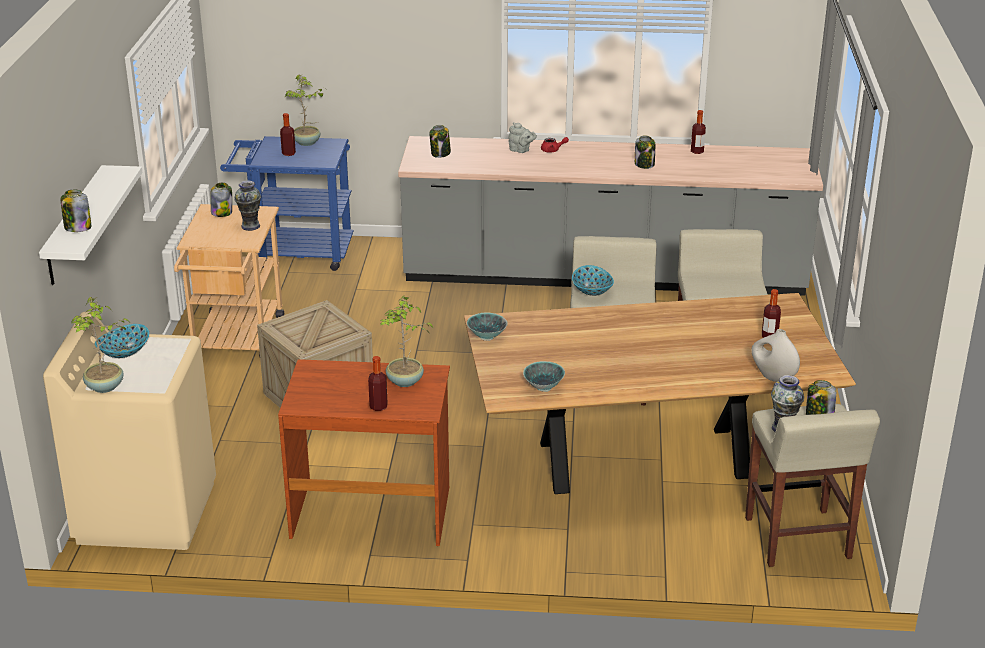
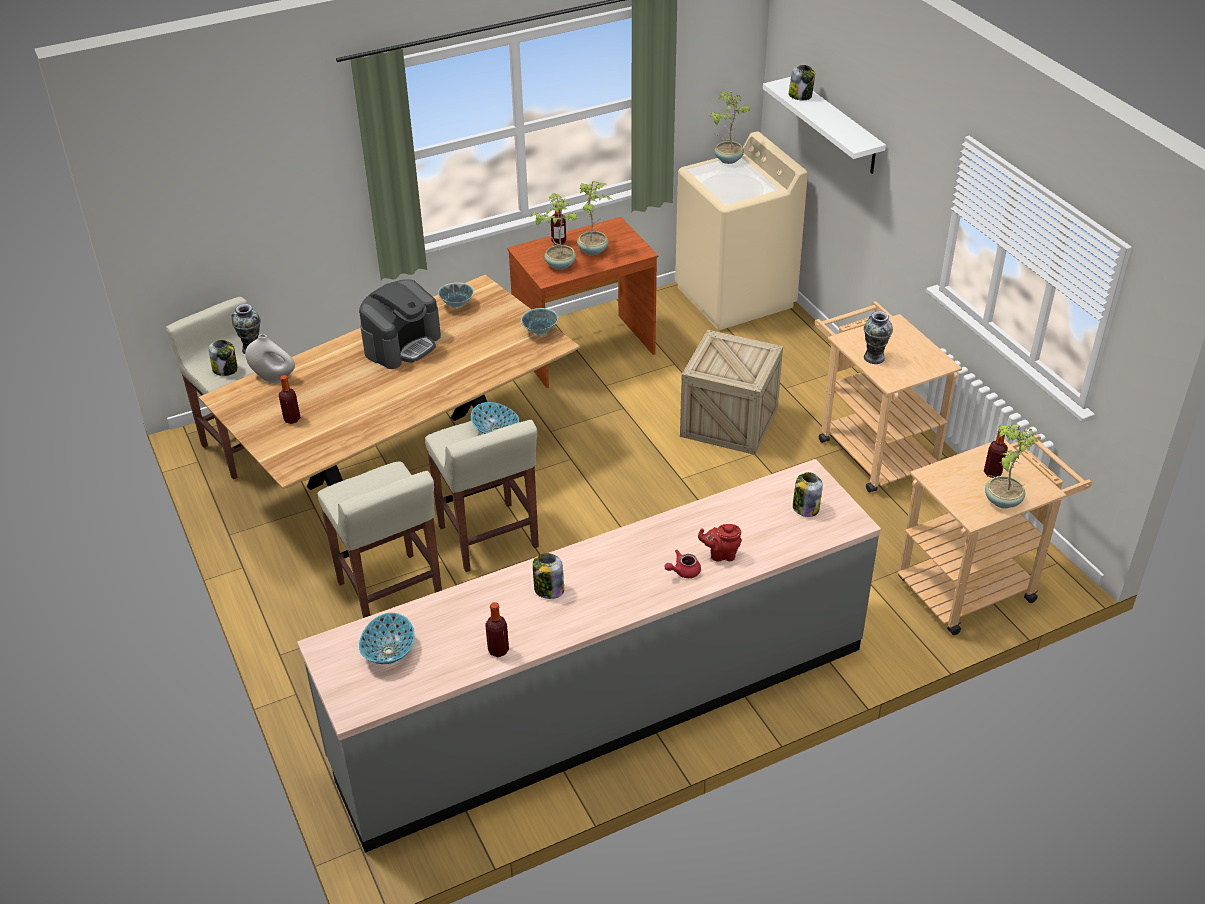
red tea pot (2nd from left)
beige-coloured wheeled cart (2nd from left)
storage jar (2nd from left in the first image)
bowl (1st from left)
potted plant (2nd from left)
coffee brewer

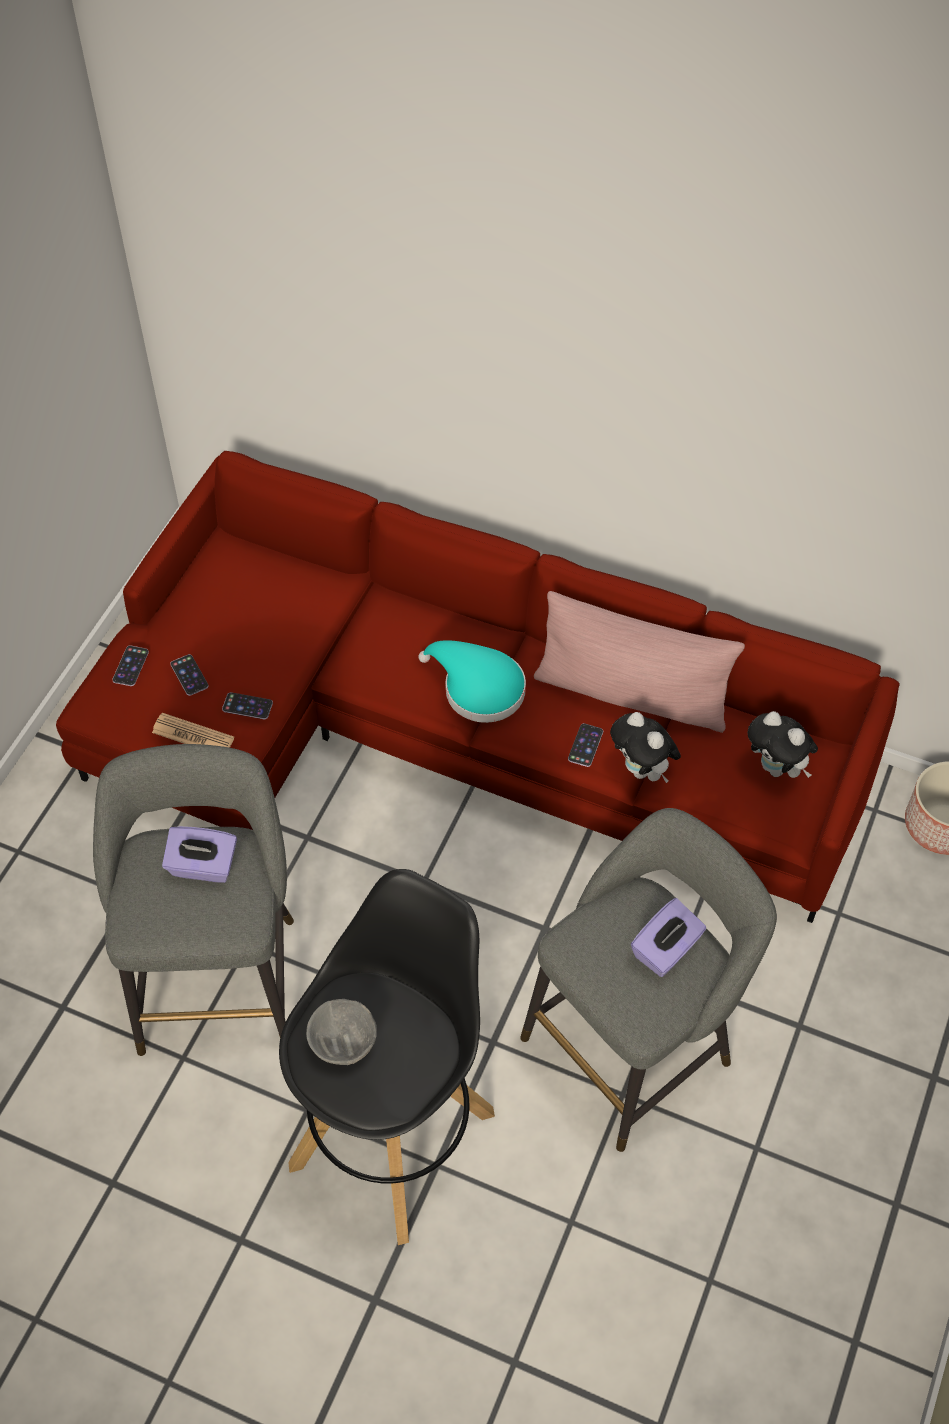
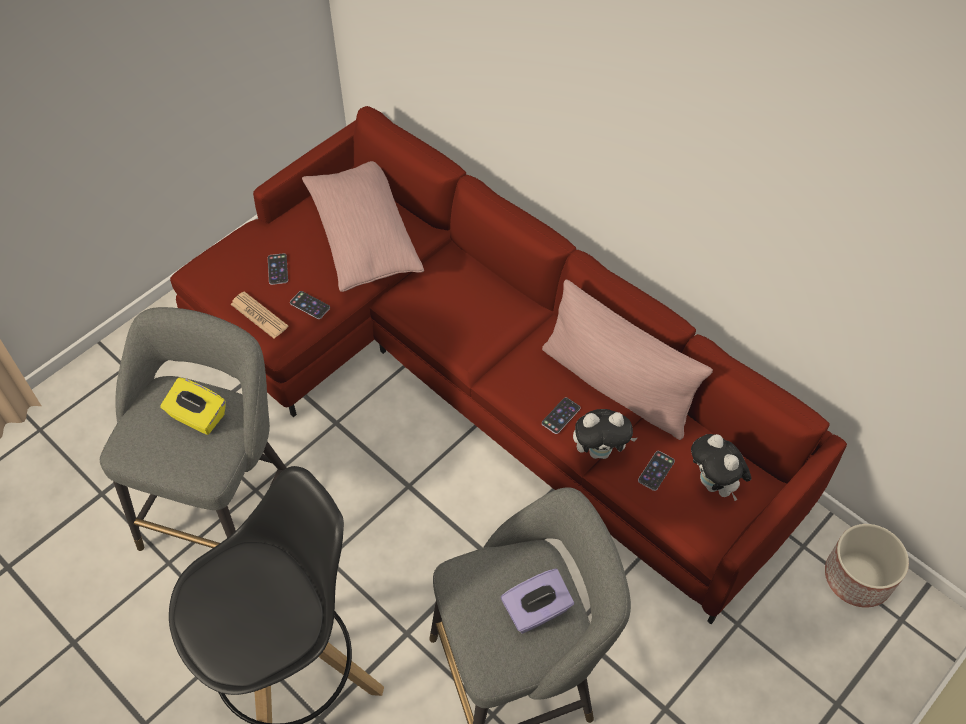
turquoise-coloured hat
handset (4th from left)
cuddly toy (1st from left)
yellowish tissue holder
greyish bowl
pink-coloured throw pillow (1st from left)

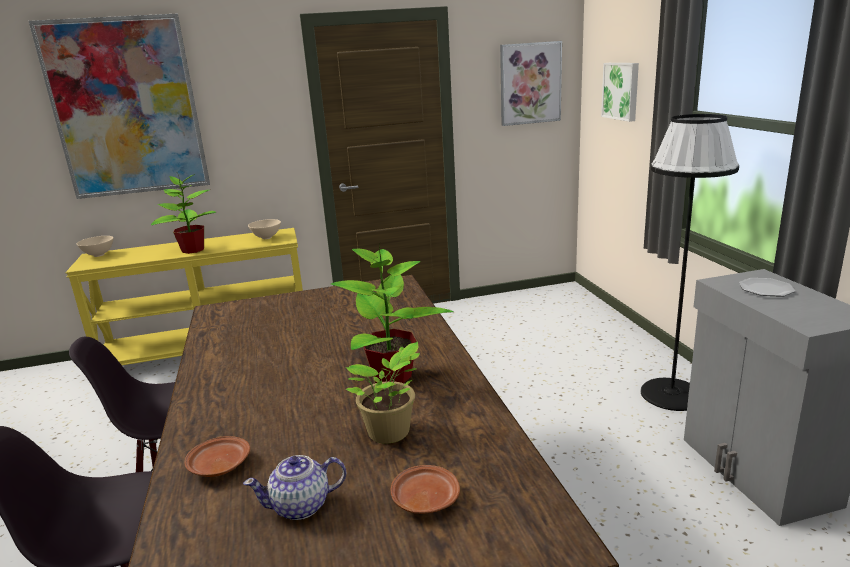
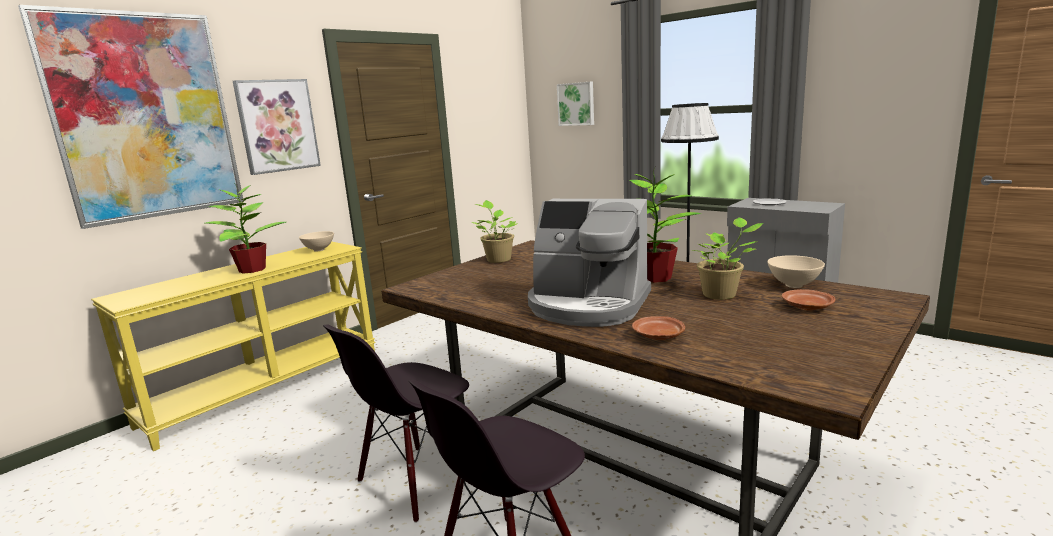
wall art (2nd from left)
beige-coloured bowl (2nd from left)
tea pot
coffee brewer
potted plant (2nd from left)

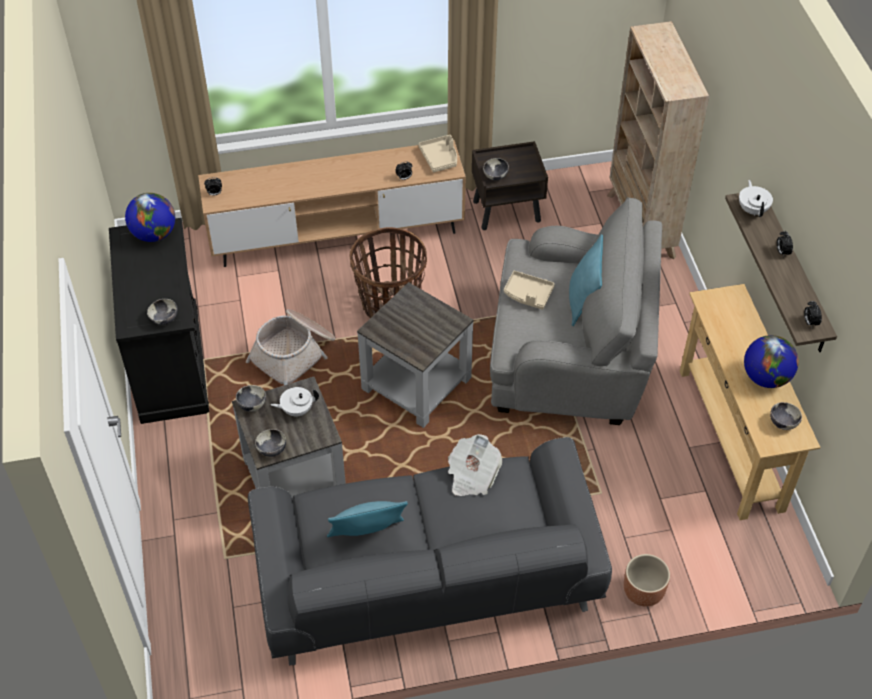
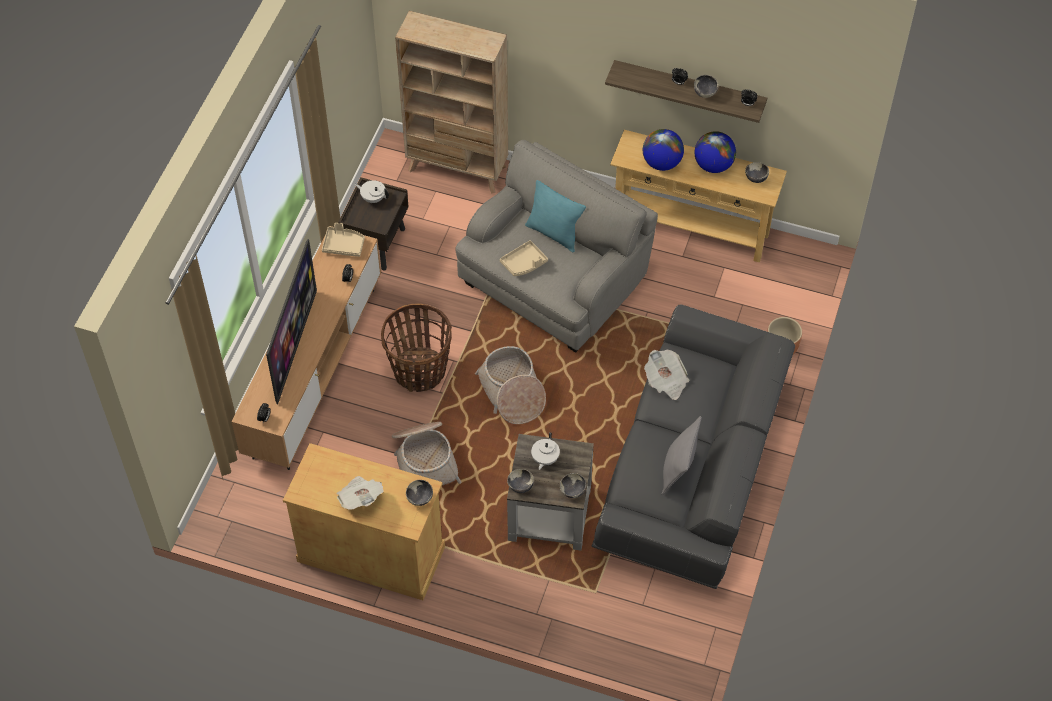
bowl (4th from left)
whitish tea pot (1st from left)
world globe (1st from left)
beige-coloured cupboard
storage basket (3rd from left)
greyish throw pillow
TV
daily paper (1st from left)

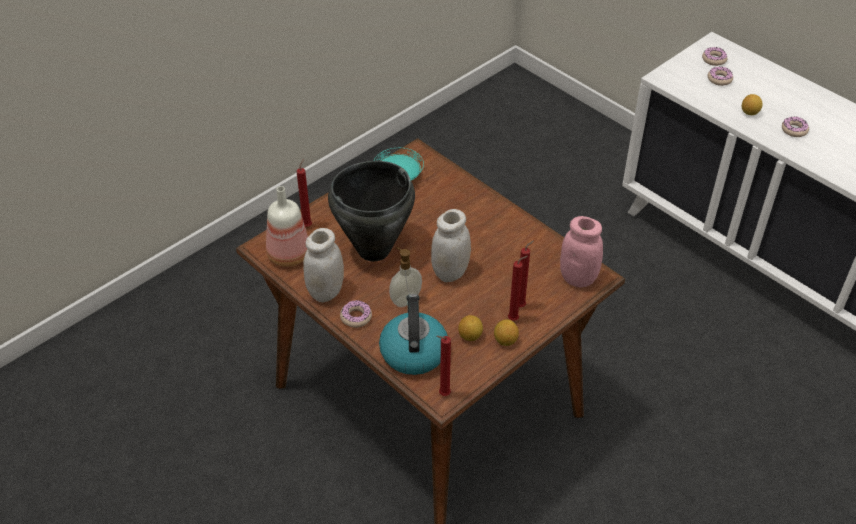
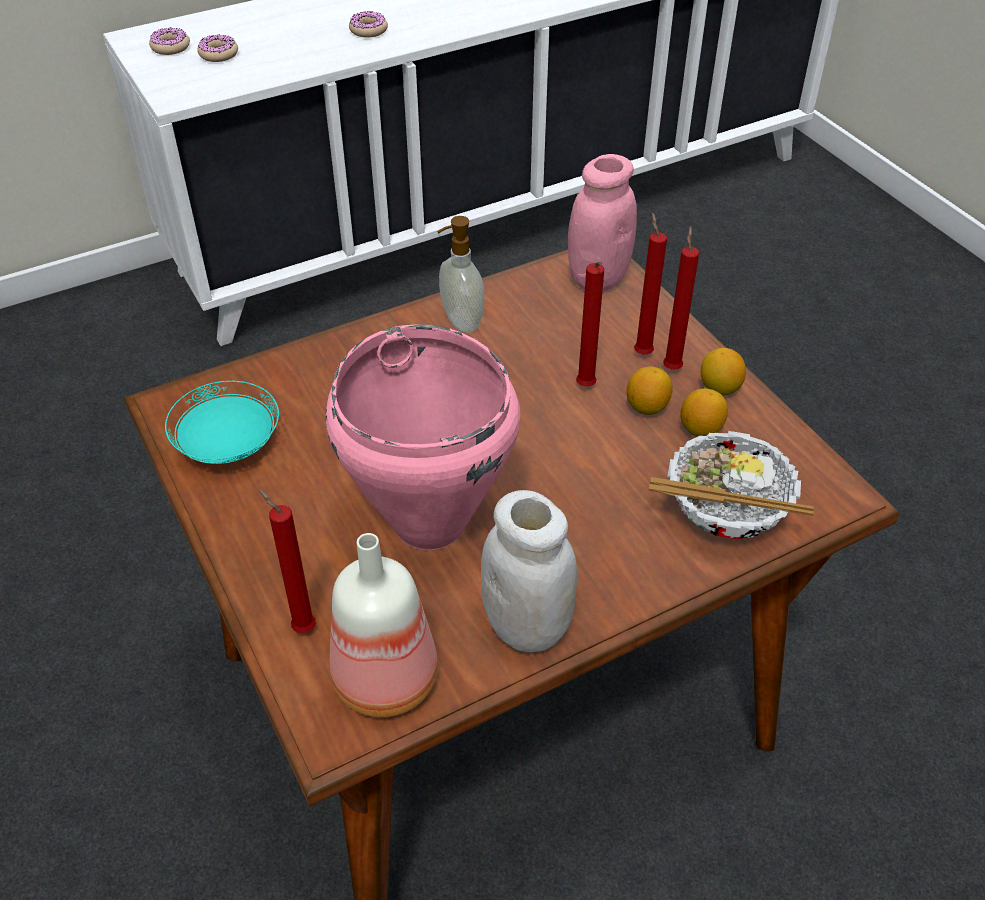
whole lemon (1st from left)
pink-coloured stockpot
whitish storage jar (2nd from left in the first image)
soap bottle
bowl
doughnut (1st from left in the first image)
red candle (2nd from left)

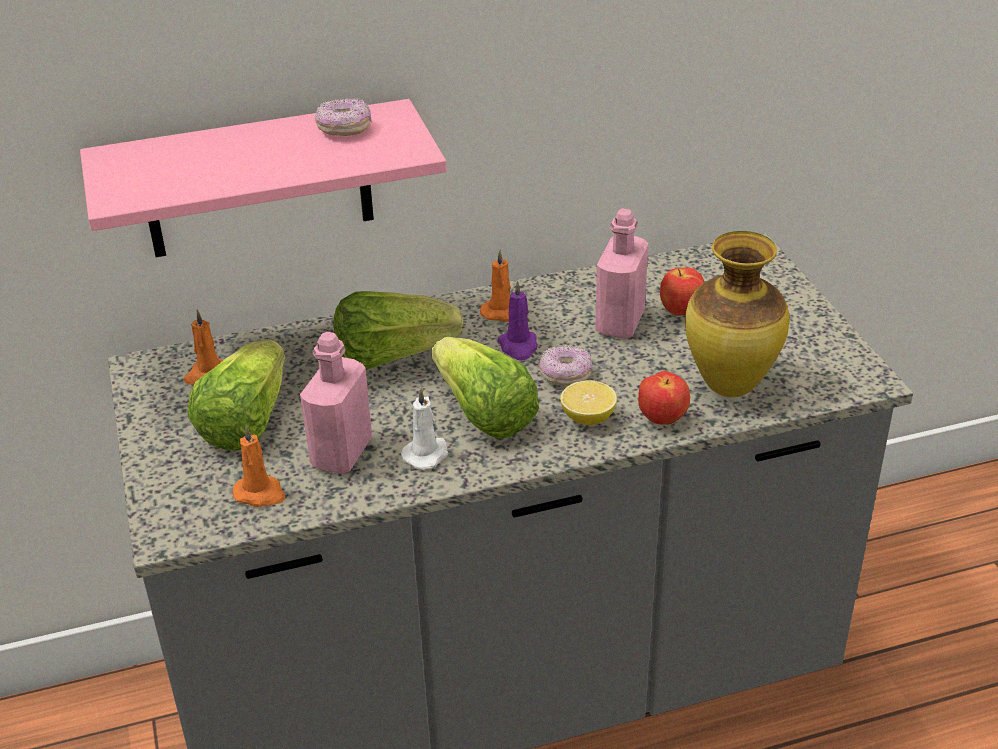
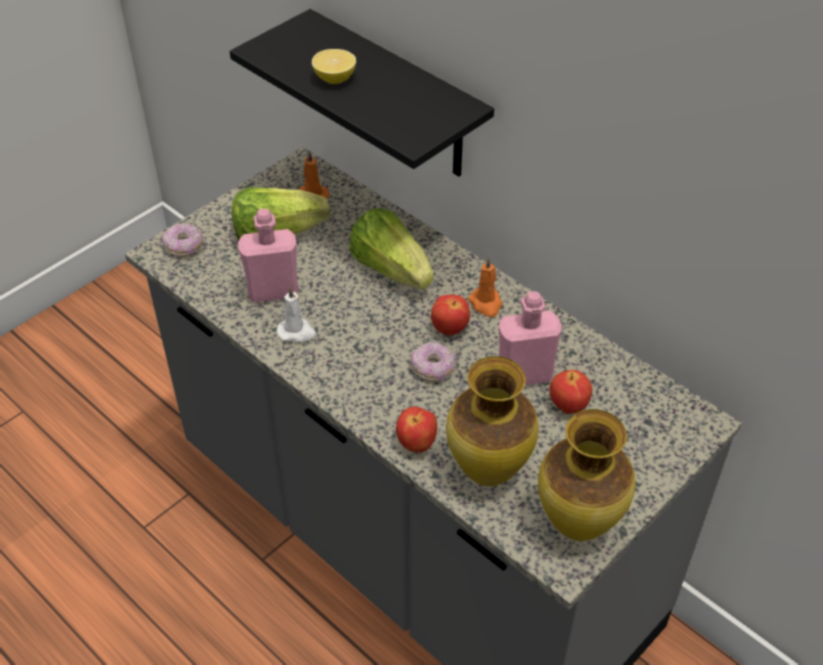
black-coloured wall shelf
doughnut (1st from left)
apple (2nd from left)
head of lettuce (3rd from left in the first image)
whole lemon
orange-coloured candle (2nd from left in the first image)
flower vase (2nd from left)

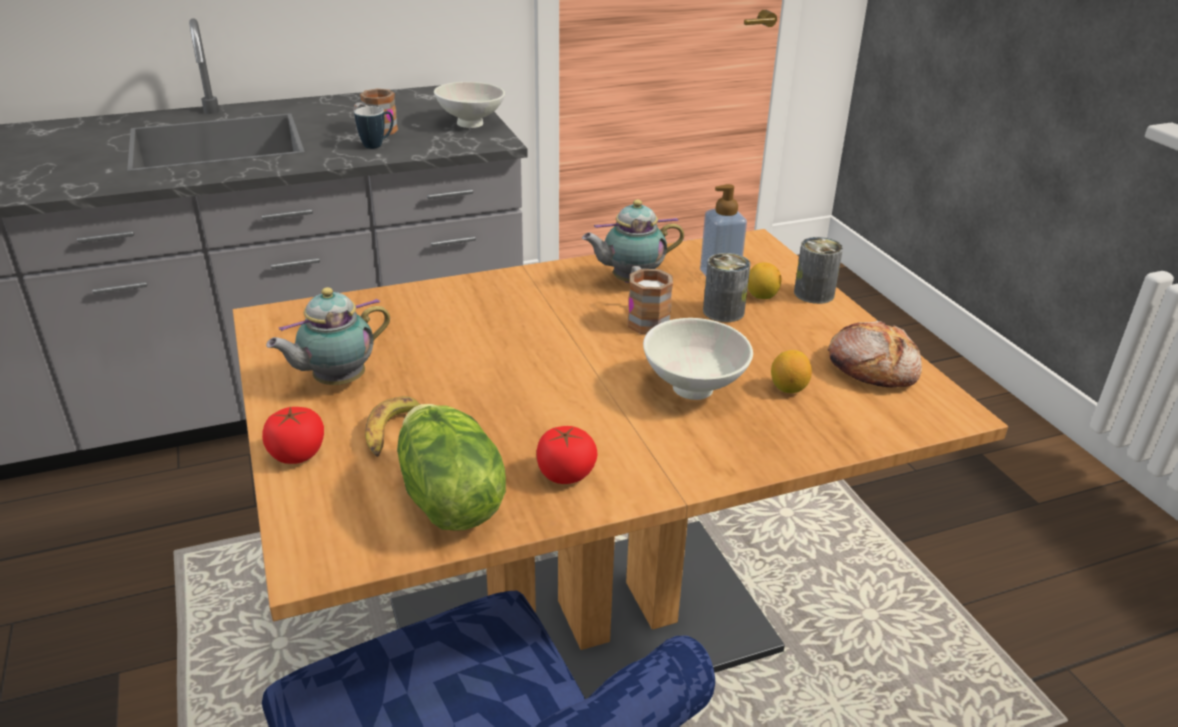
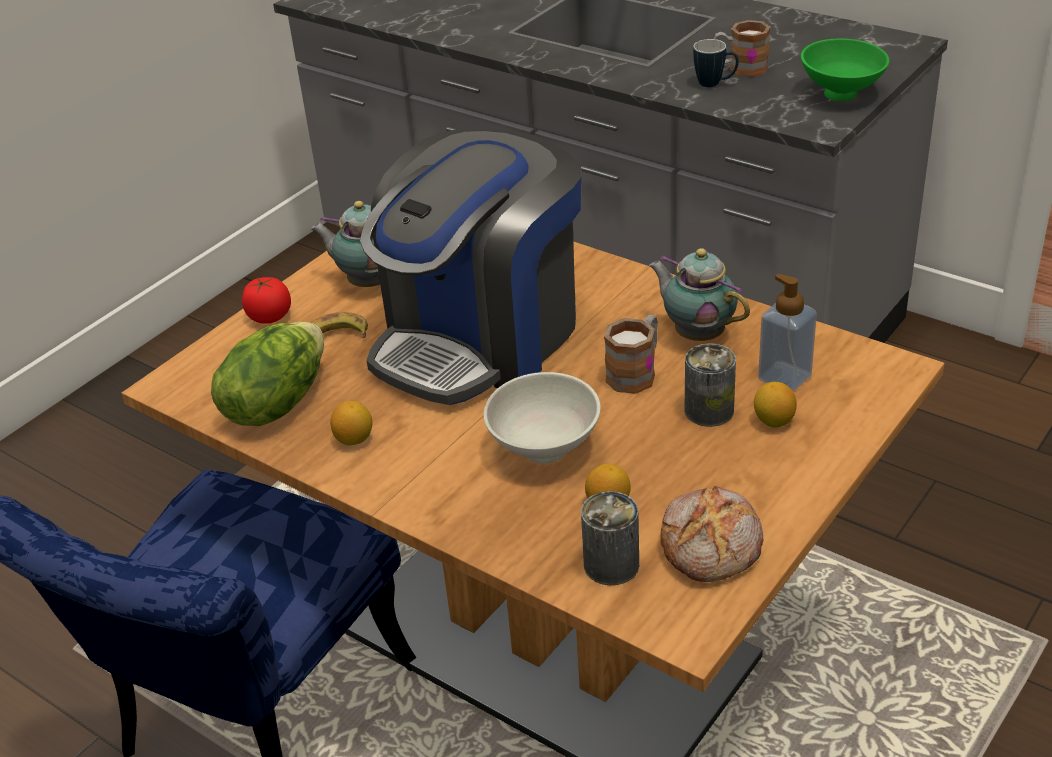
greenish bowl
can (1st from left)
whole lemon (1st from left)
coffee brewer

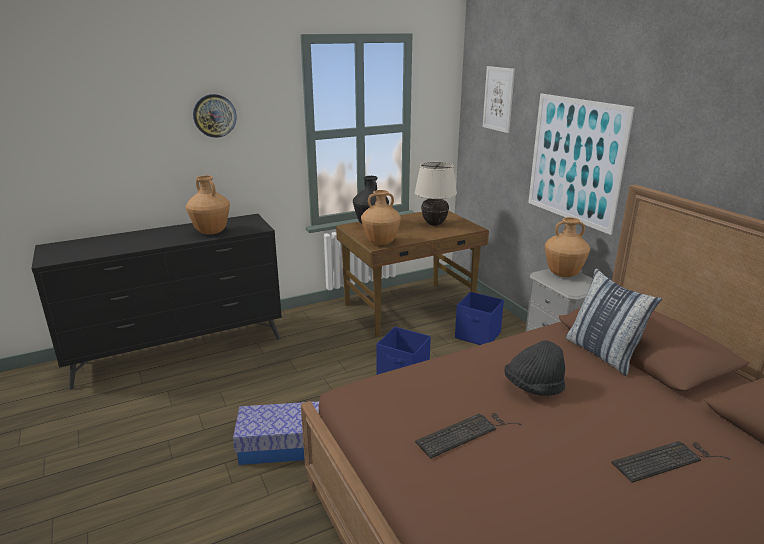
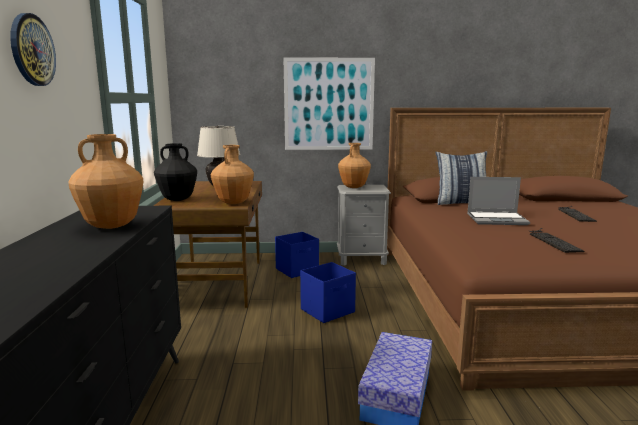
wall art (1st from left in the first image)
laptop

